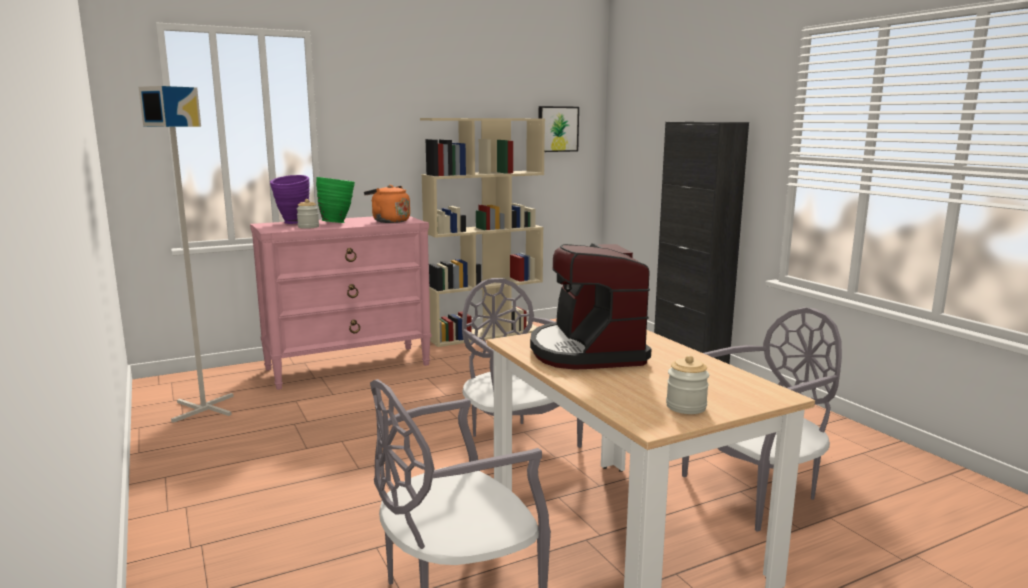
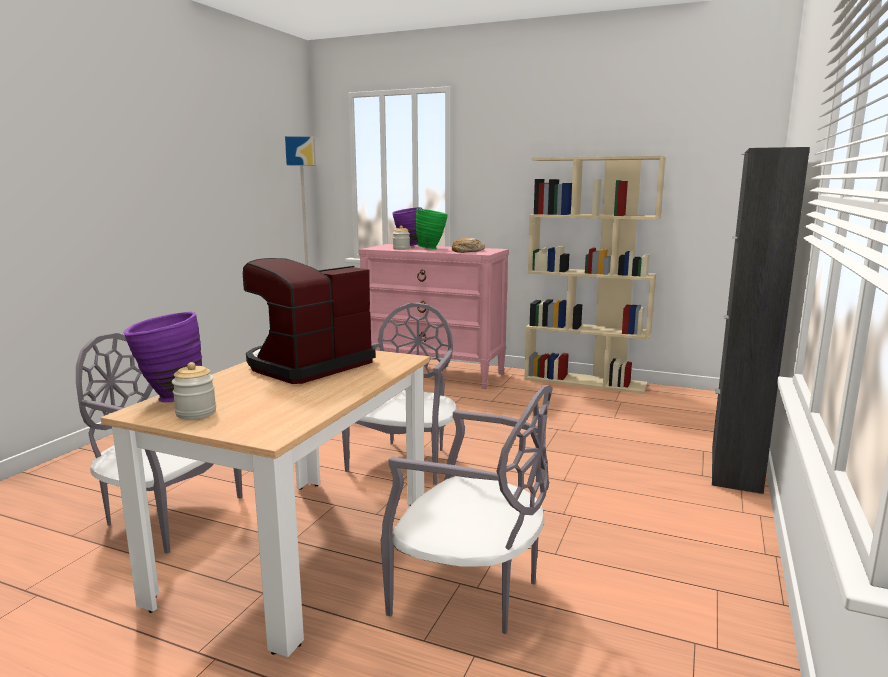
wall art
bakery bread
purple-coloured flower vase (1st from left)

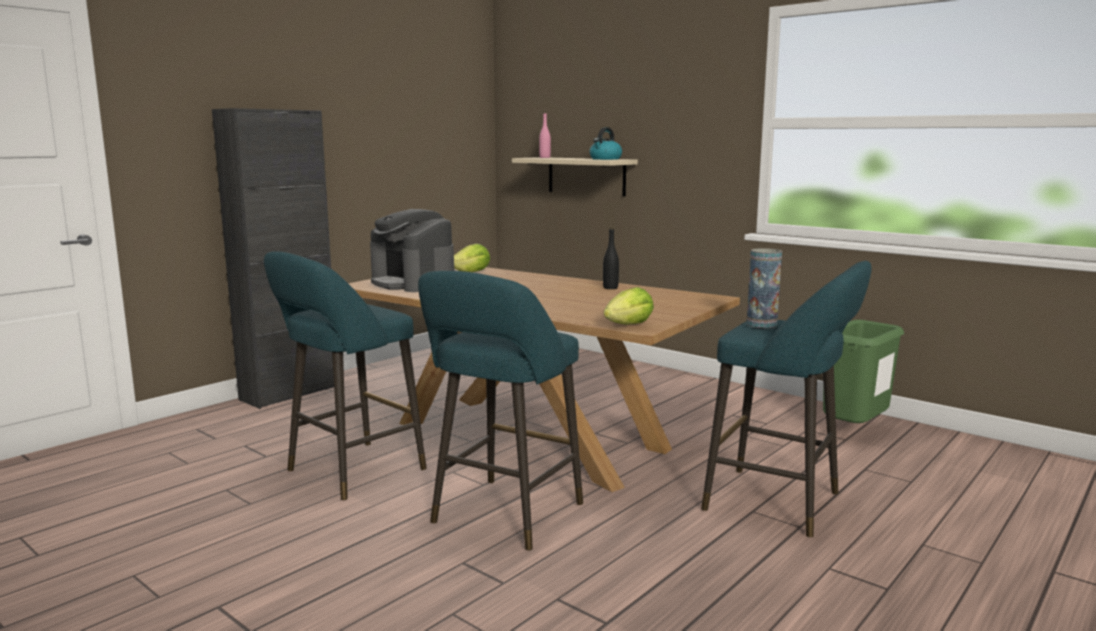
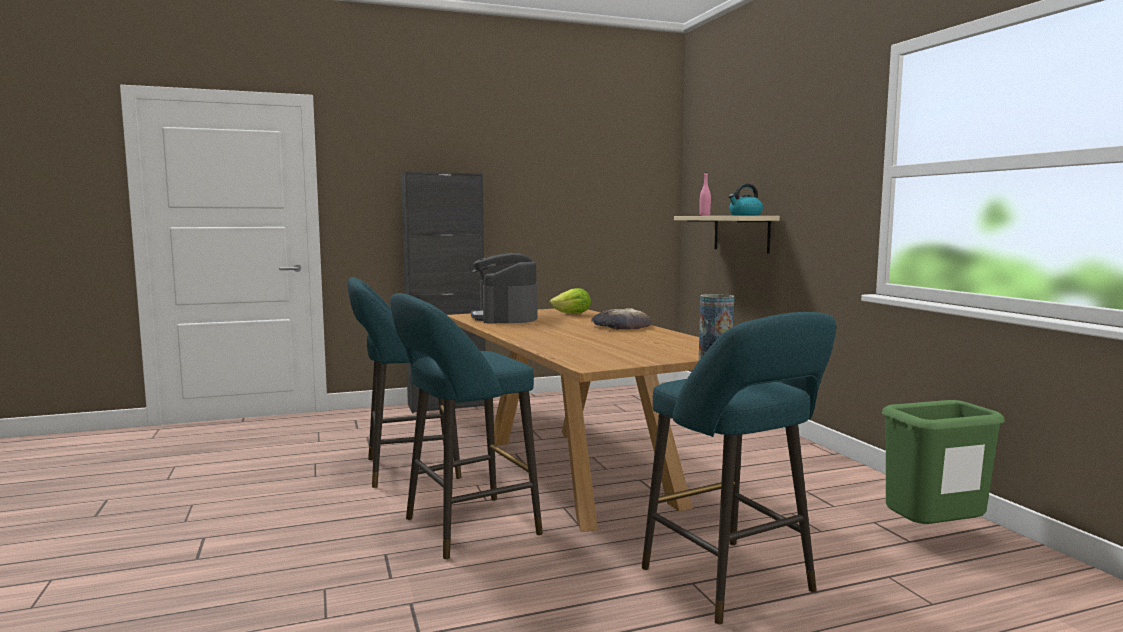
black-coloured drink bottle
head of lettuce (2nd from left in the first image)
bakery bread

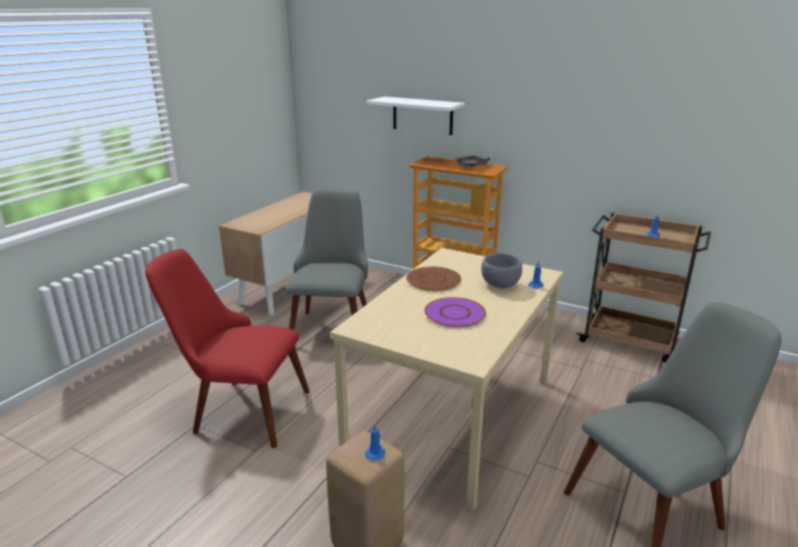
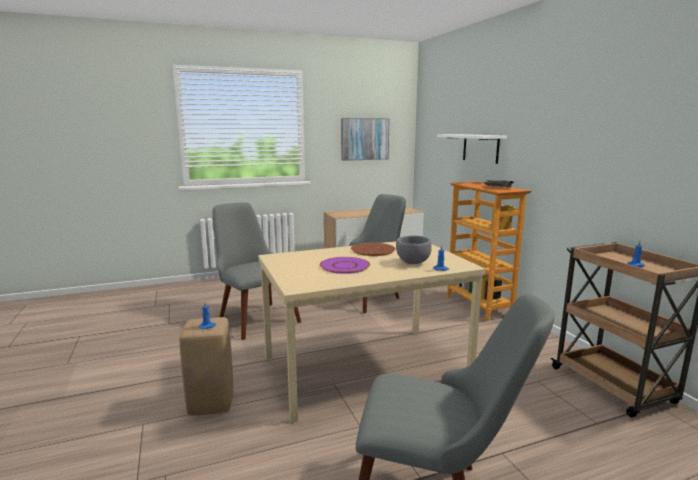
greyish plain chair (1st from left)
wall art

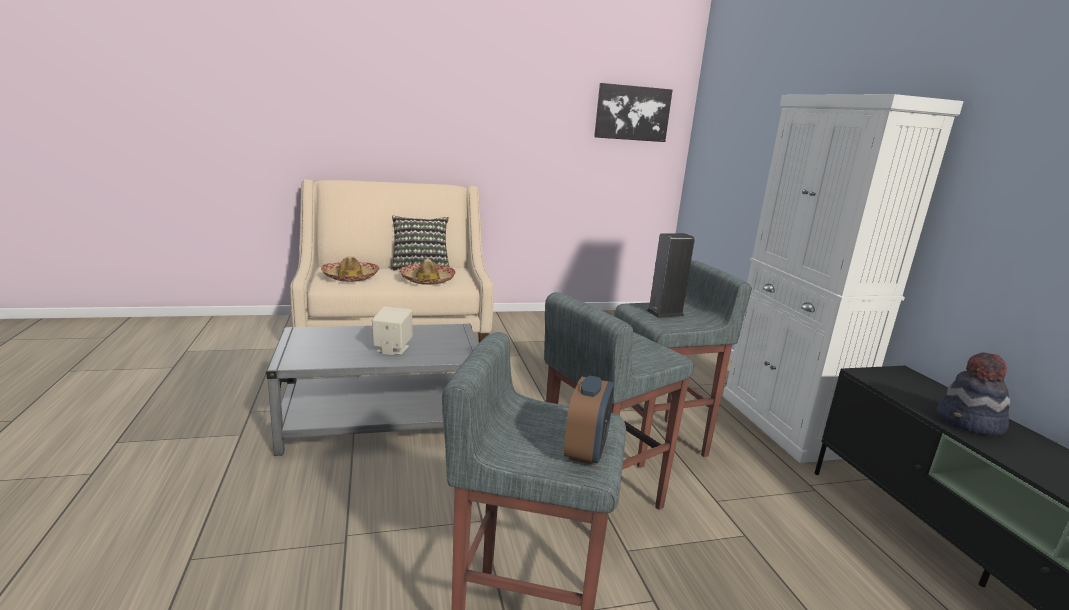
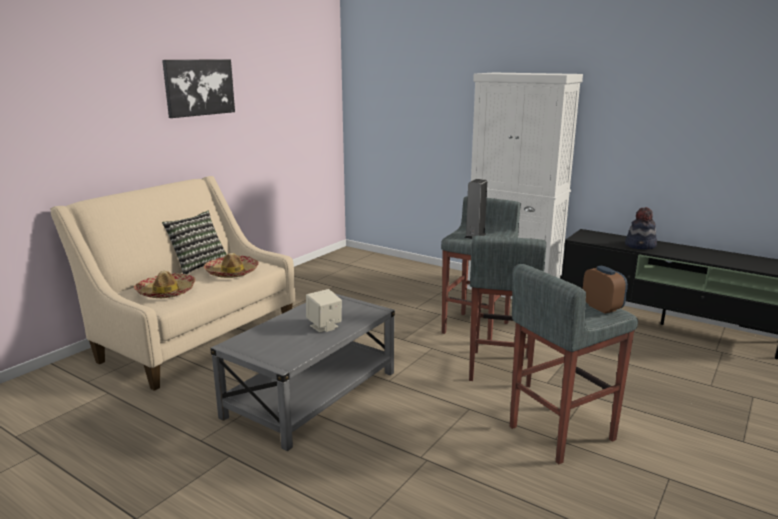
wall art

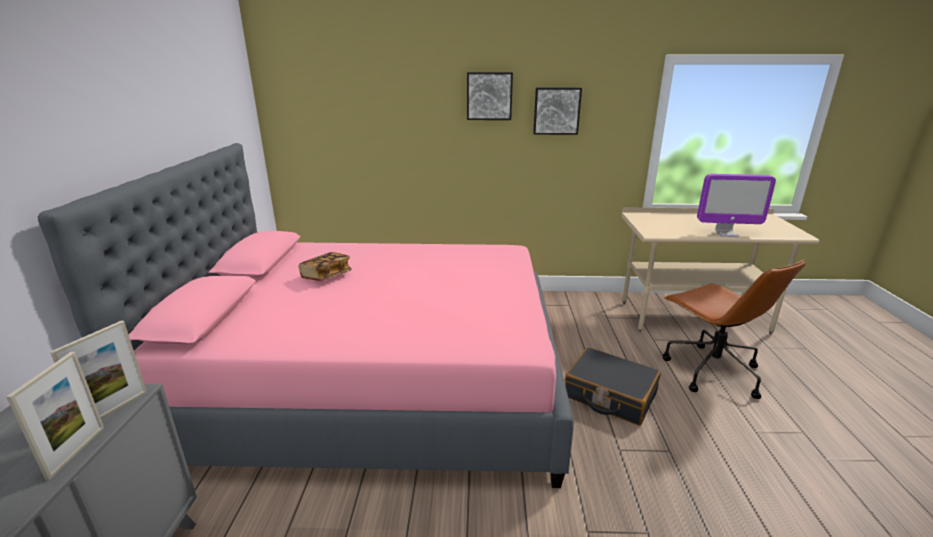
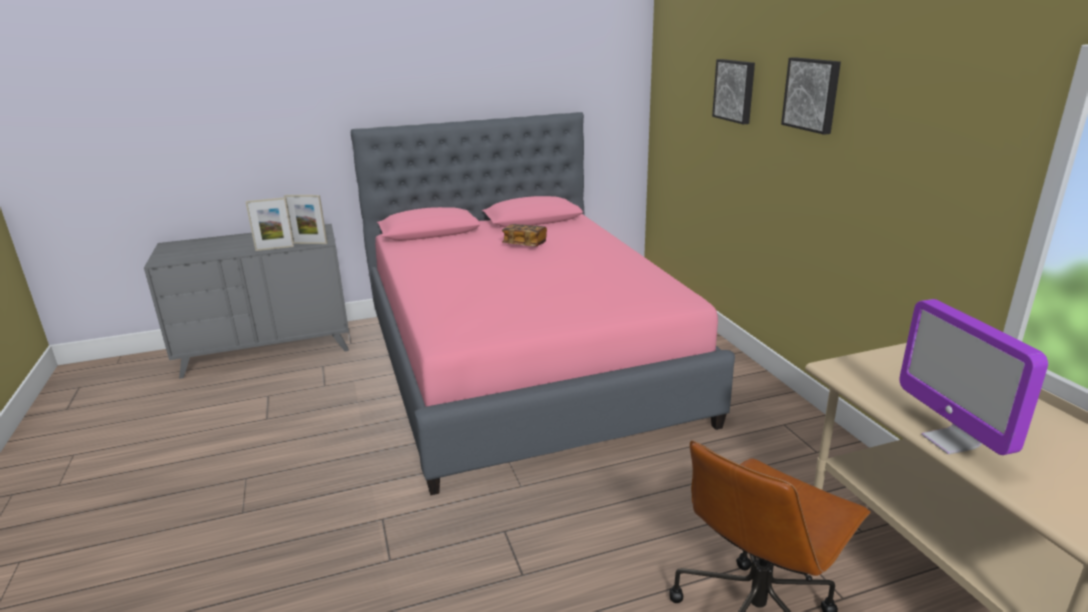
wall art (1st from left)
black-coloured piece of luggage

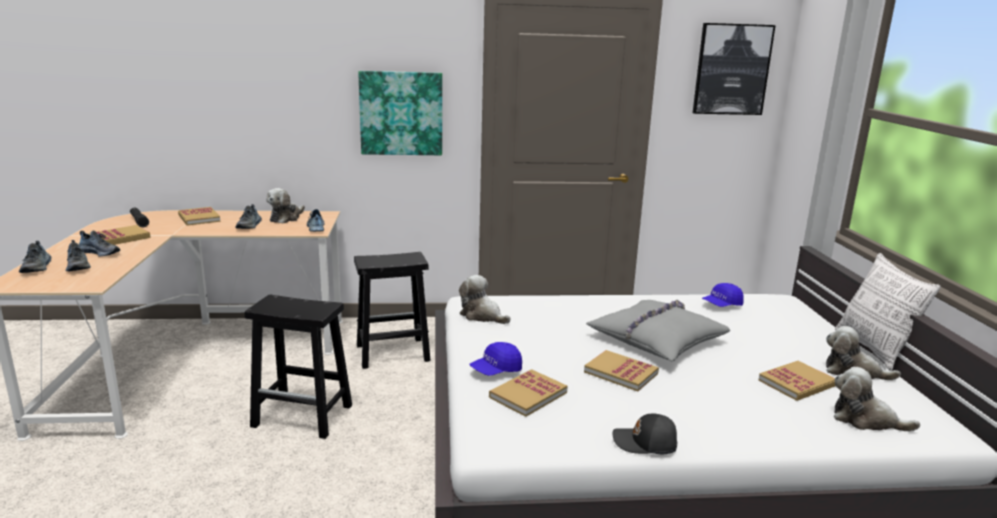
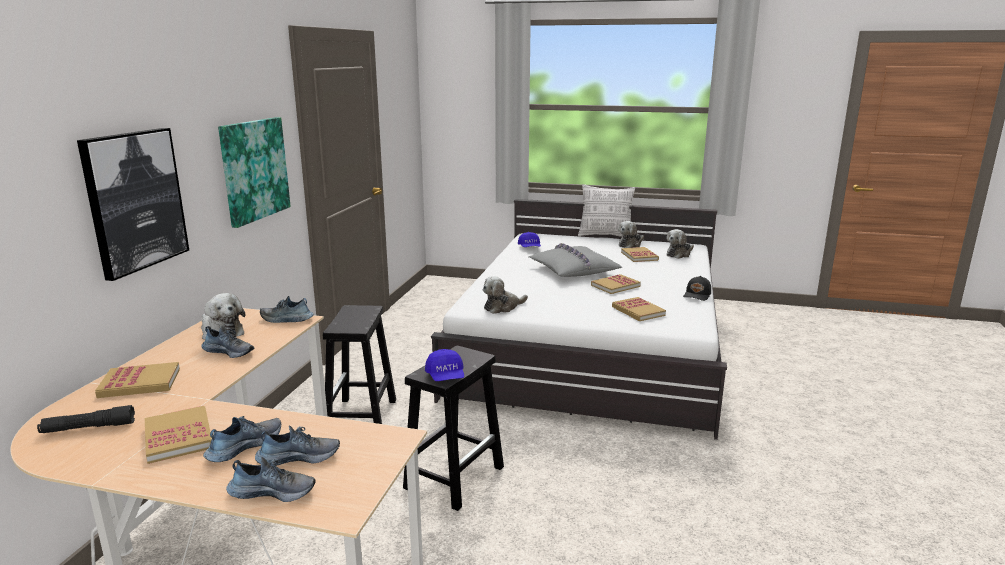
wall art (1st from left)
bluish peaked cap (1st from left)

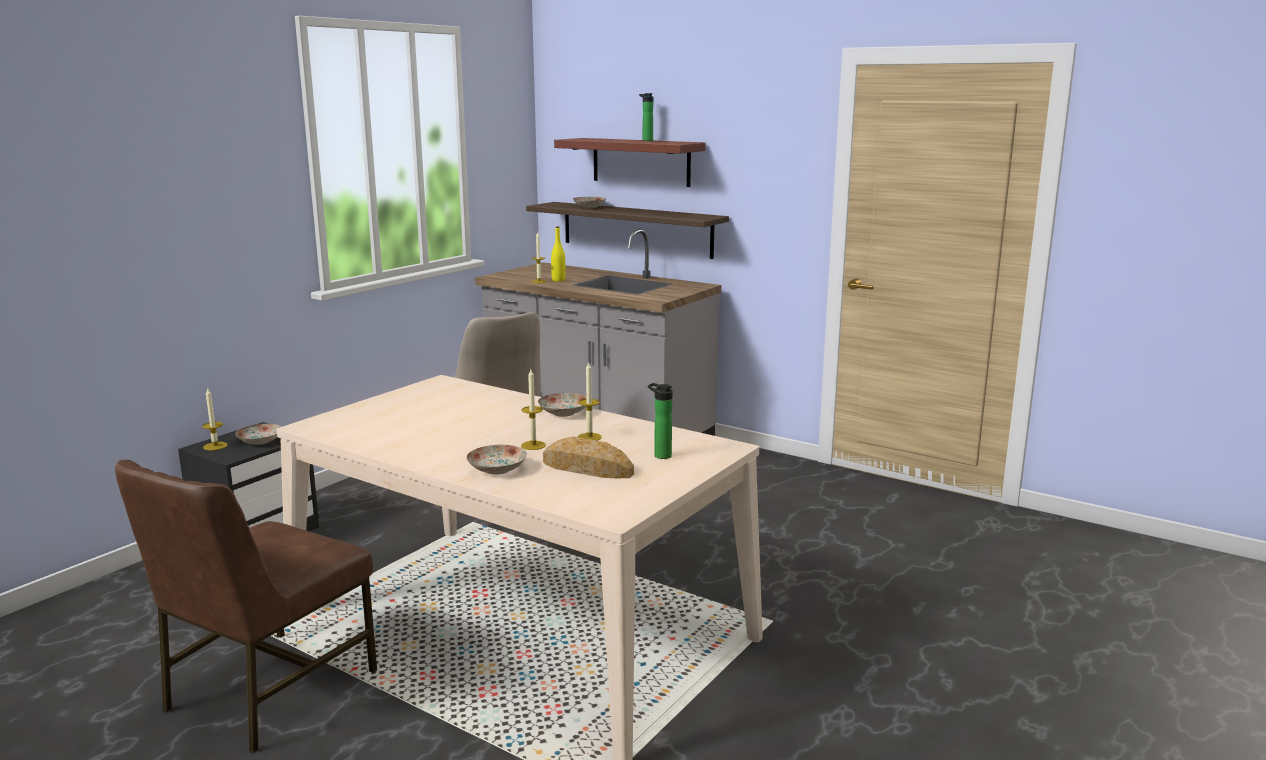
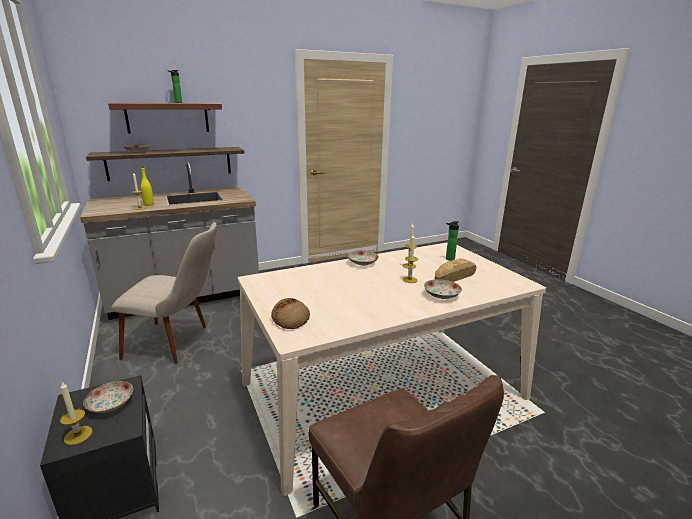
bakery bread (1st from left)

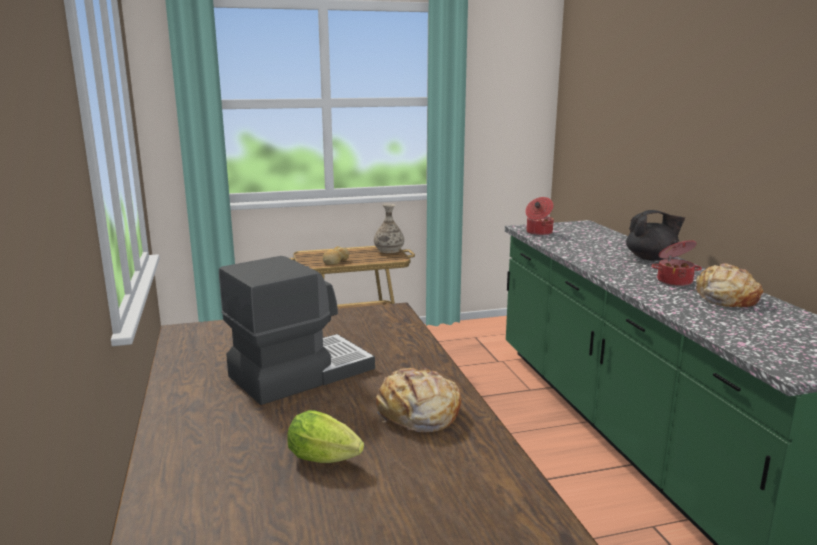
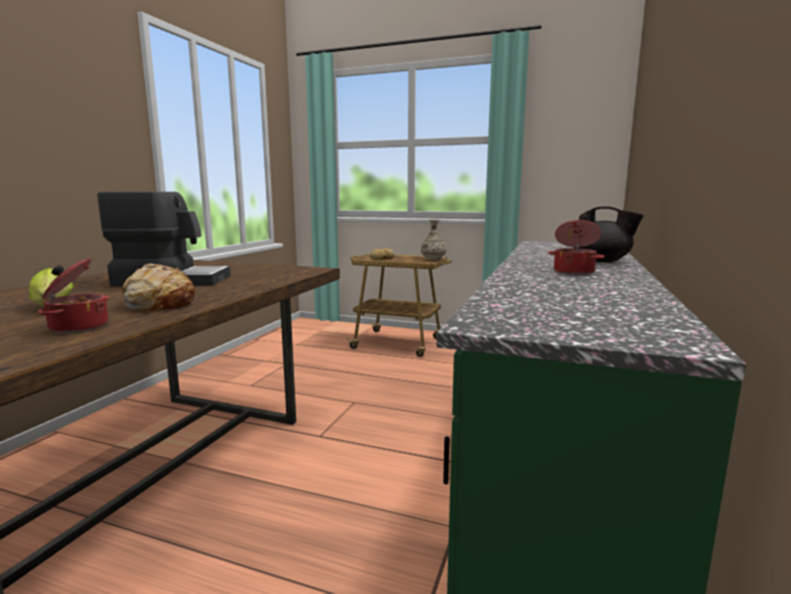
stockpot (1st from left)
bakery bread (3rd from left in the first image)

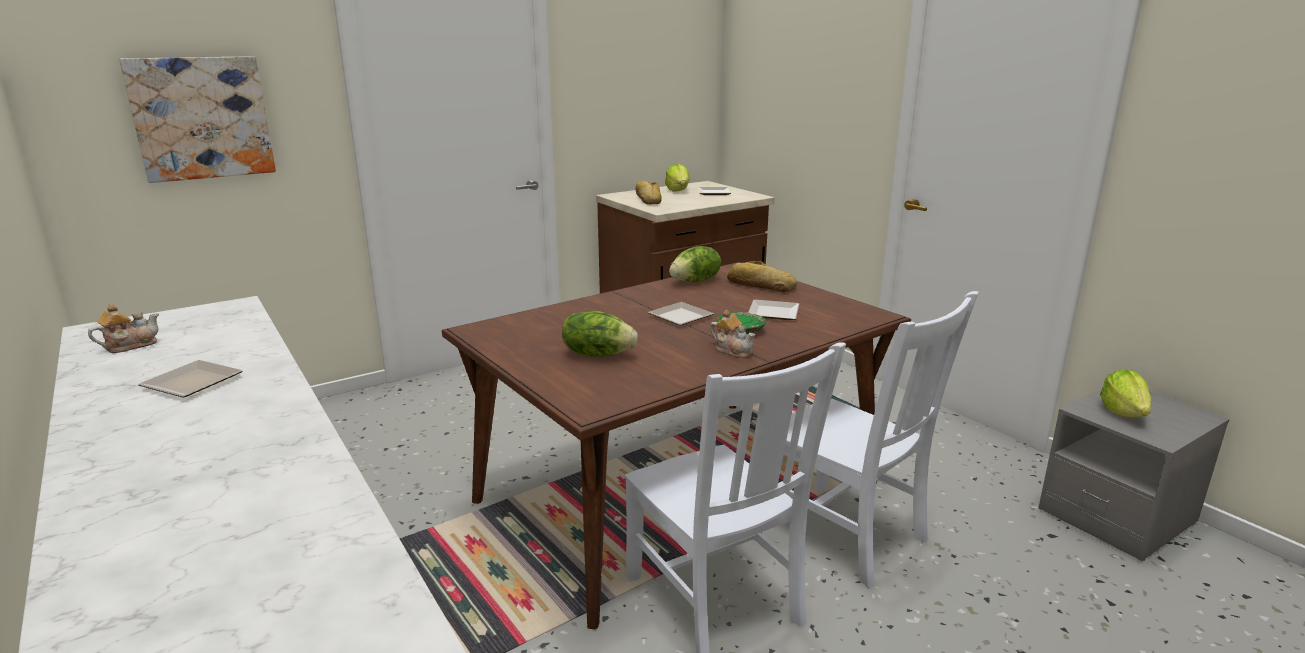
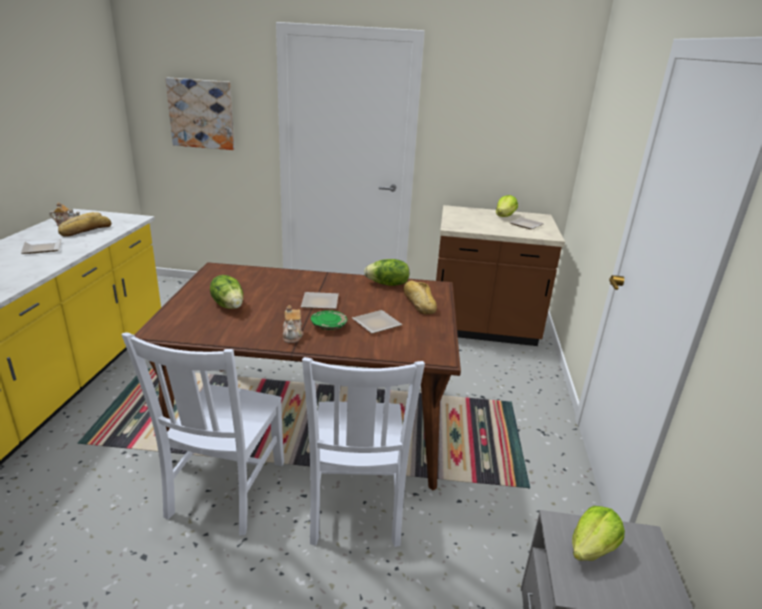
bakery bread (1st from left)

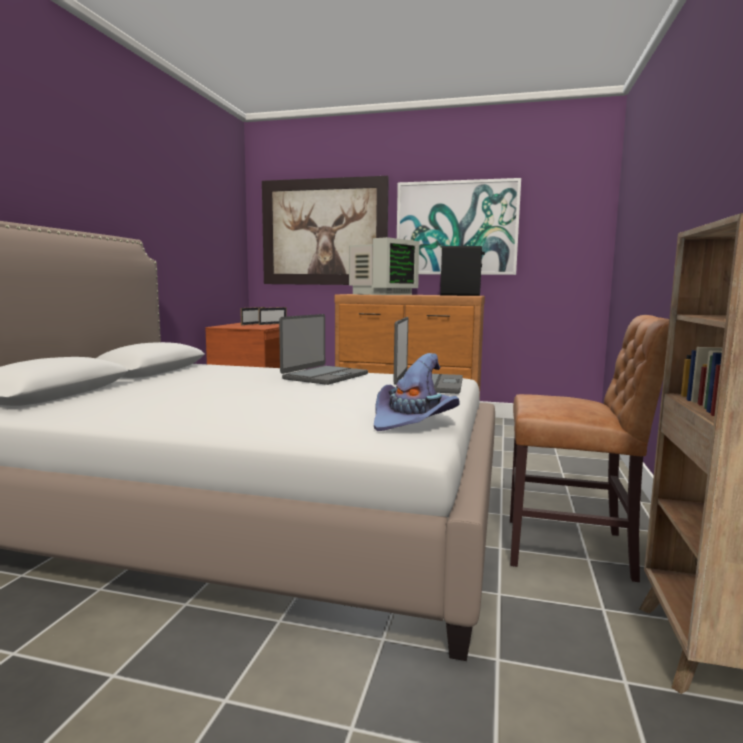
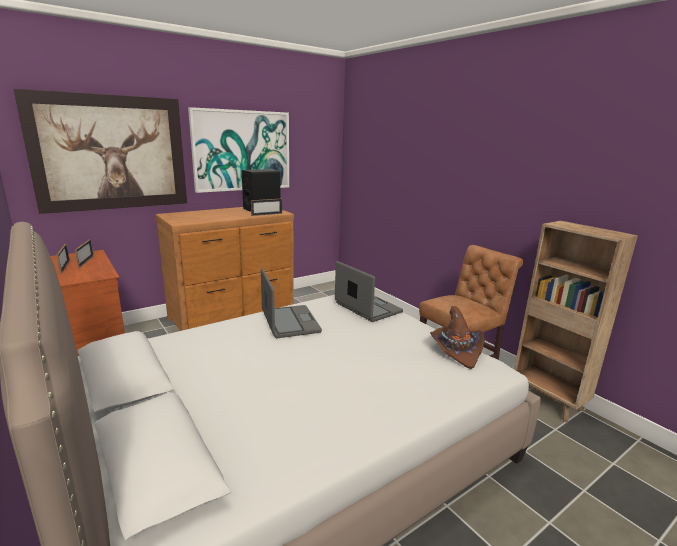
monitor
brown hat
picture frame (3rd from left)

